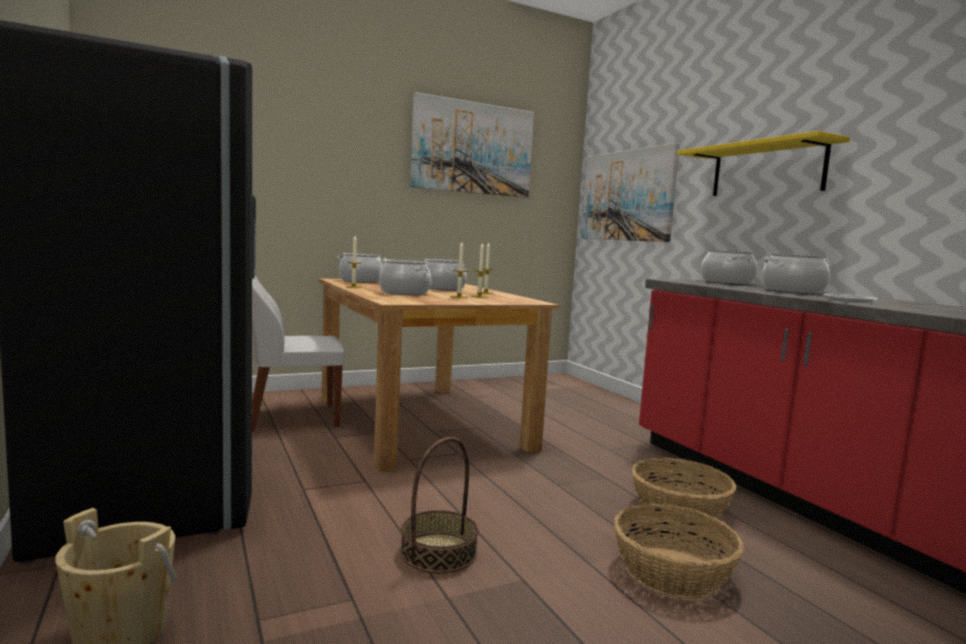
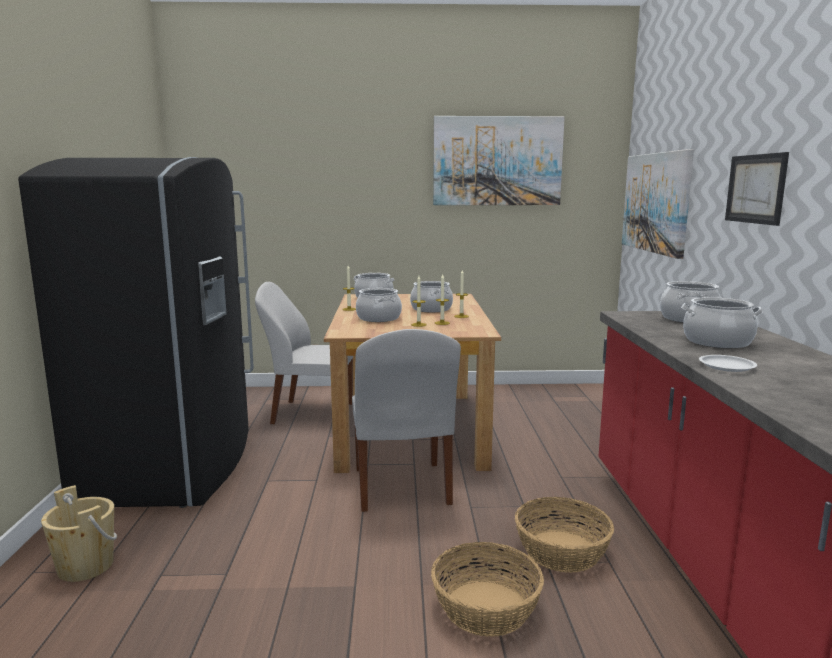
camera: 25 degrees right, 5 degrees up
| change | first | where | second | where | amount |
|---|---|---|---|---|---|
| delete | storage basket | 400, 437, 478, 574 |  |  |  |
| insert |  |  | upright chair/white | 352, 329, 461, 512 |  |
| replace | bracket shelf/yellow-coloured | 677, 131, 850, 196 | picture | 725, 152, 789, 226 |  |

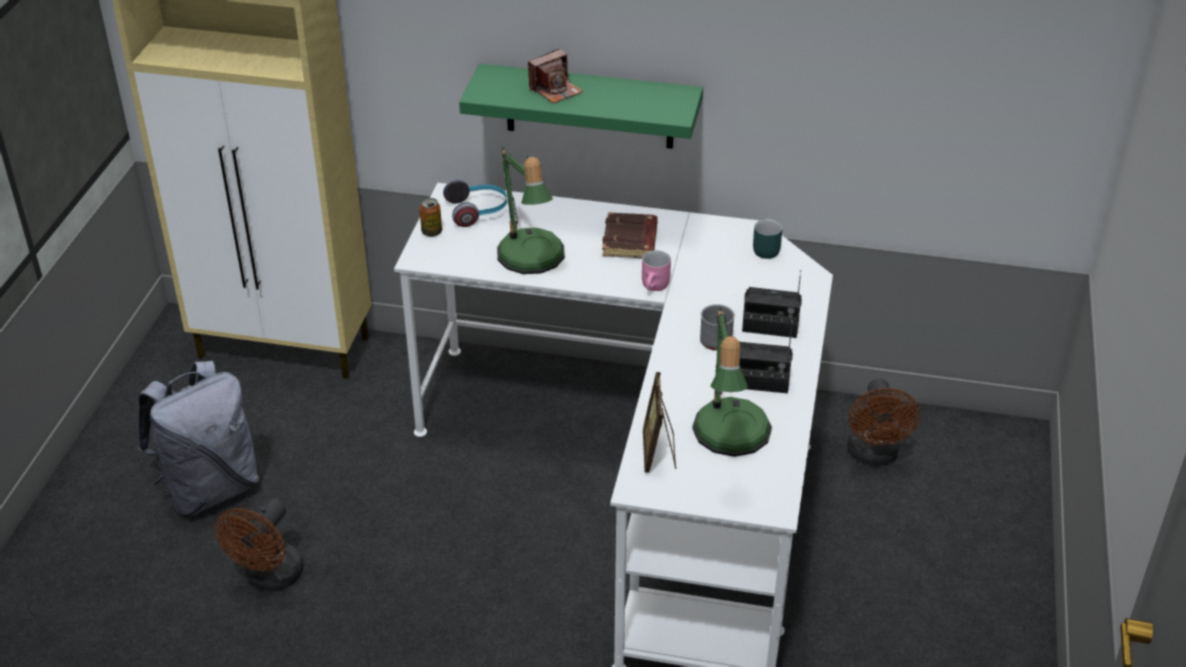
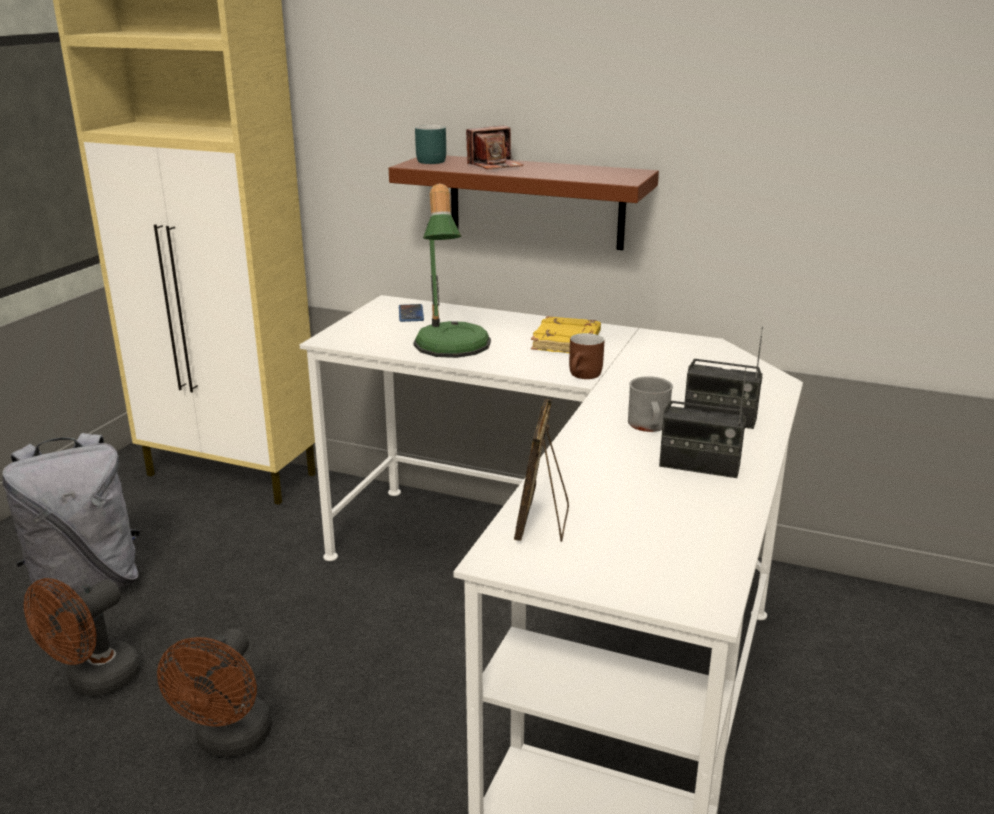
camera: 10 degrees right, 15 degrees down
| change | first | where | second | where | amount |
|---|---|---|---|---|---|
| delete | metal can | 419, 198, 442, 237 |  |  |  |
| delete | tabletop lamp | 692, 307, 772, 457 |  |  |  |
| move | coffee mug/blue-green | 753, 219, 782, 259 |  | 415, 125, 446, 164 |  |
| move | electric fan/brown | 847, 379, 920, 465 |  | 157, 628, 272, 757 |  |
| replace | pair of headphones | 443, 180, 507, 227 | telephone | 399, 304, 424, 322 |  |
| recolor | bracket shelf/green | 459, 64, 703, 149 | bracket shelf/brown | 389, 156, 659, 250 |  |
| recolor | volume/brown | 602, 212, 658, 258 | volume/yellow-coloured | 531, 316, 601, 353 |  |
| recolor | coffee mug/pink-coloured | 642, 250, 671, 291 | coffee mug/brown | 569, 333, 604, 379 |  |

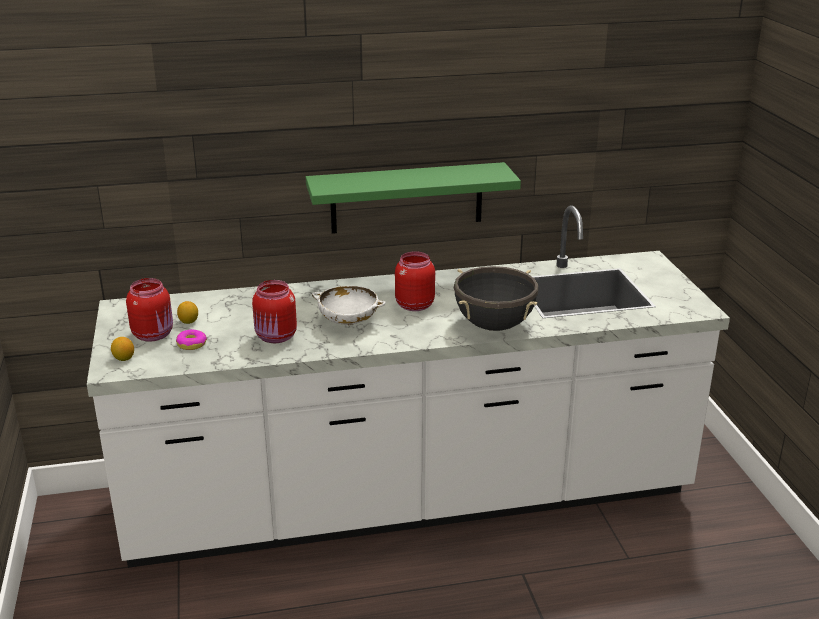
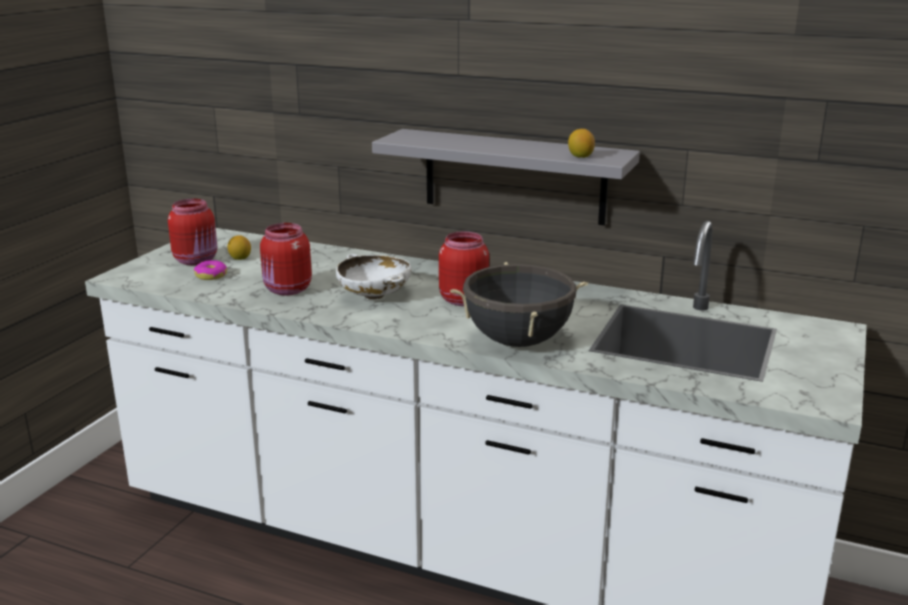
camera: 35 degrees right, 5 degrees down
| change | first | where | second | where | amount |
|---|---|---|---|---|---|
| move | citrus fruit | 111, 337, 134, 361 |  | 568, 129, 595, 158 |  |
| recolor | bracket shelf/green | 306, 162, 521, 234 | bracket shelf/gray | 372, 129, 640, 226 |  |

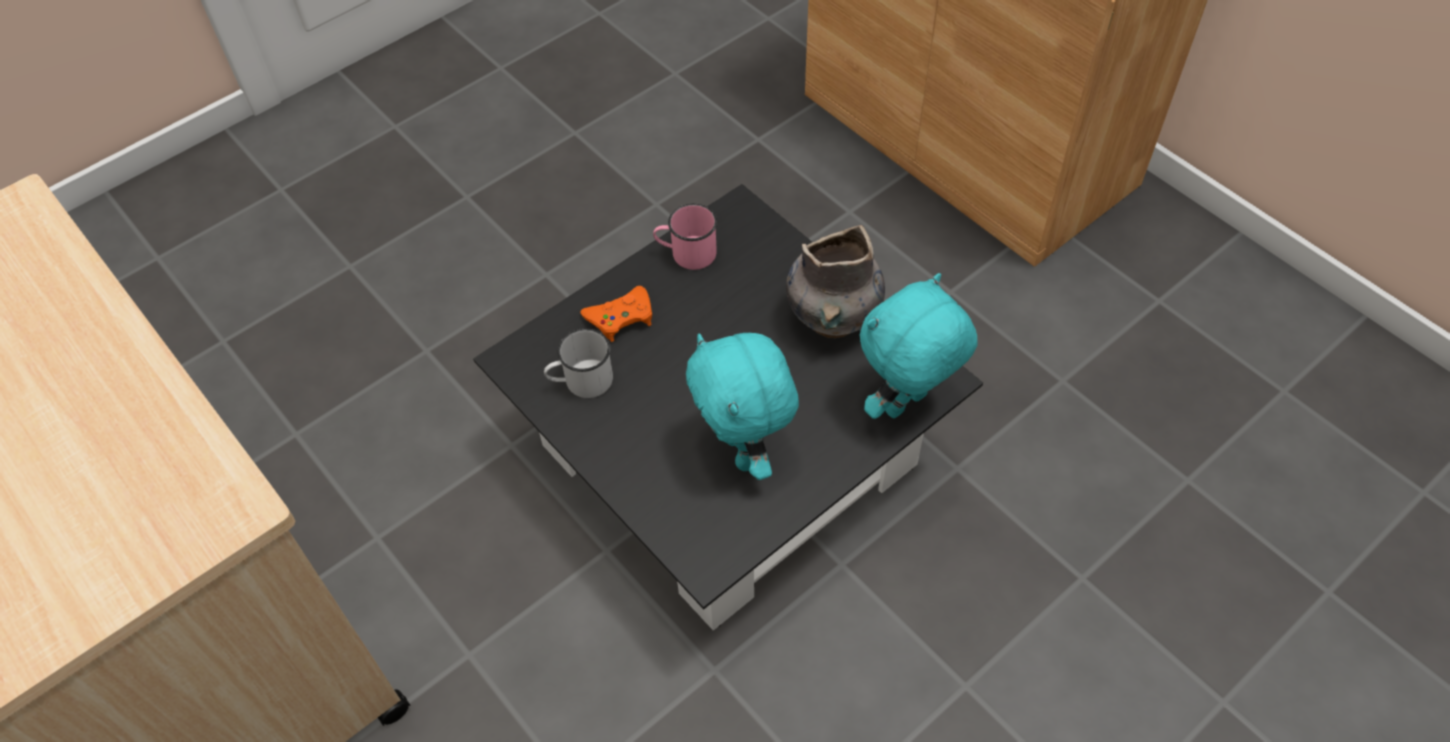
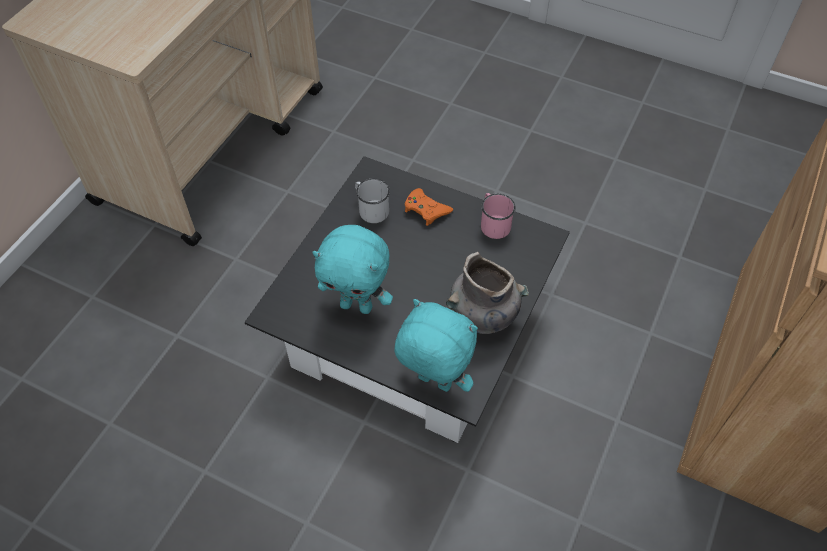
camera: 65 degrees right, 0 degrees up
| change | first | where | second | where | amount |
|---|---|---|---|---|---|
| rotate | plush toy/blue-green | 686, 333, 799, 480 |  | 312, 225, 393, 314 | 120 degrees counterclockwise |

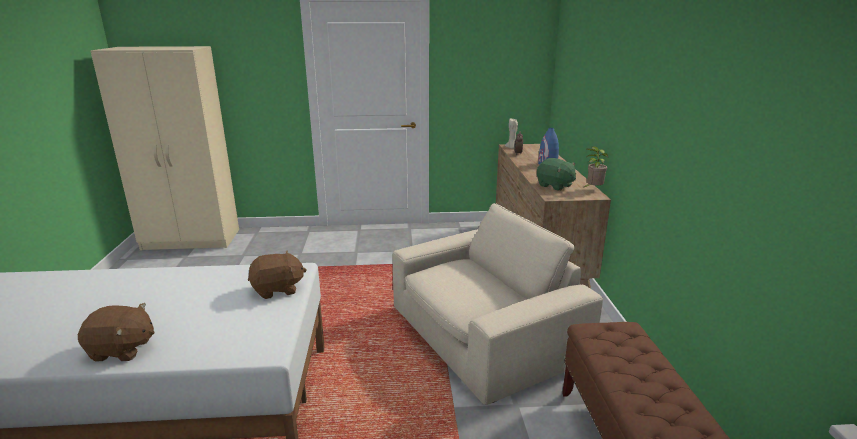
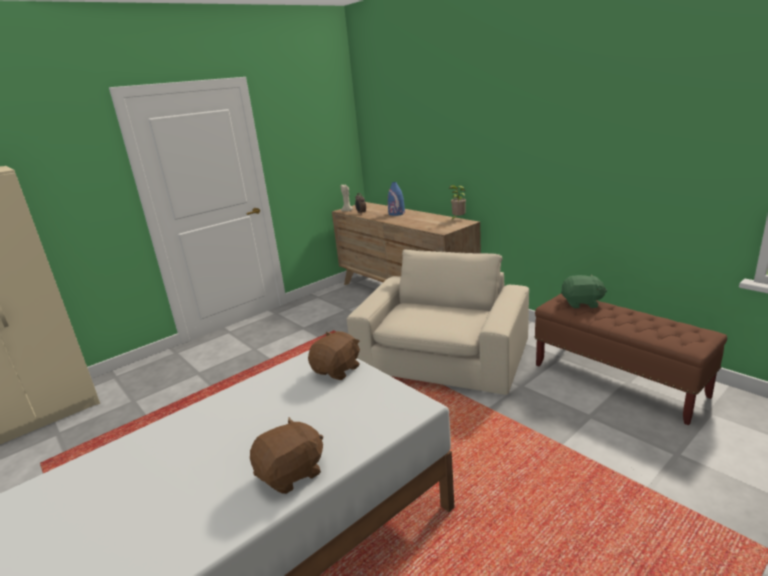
camera: 35 degrees left, 0 degrees up
| change | first | where | second | where | amount |
|---|---|---|---|---|---|
| move | plush toy/green | 537, 158, 576, 191 |  | 561, 274, 607, 308 |  |

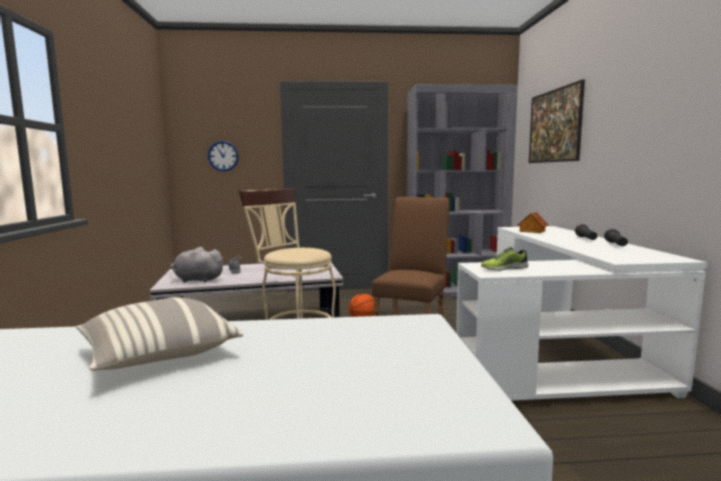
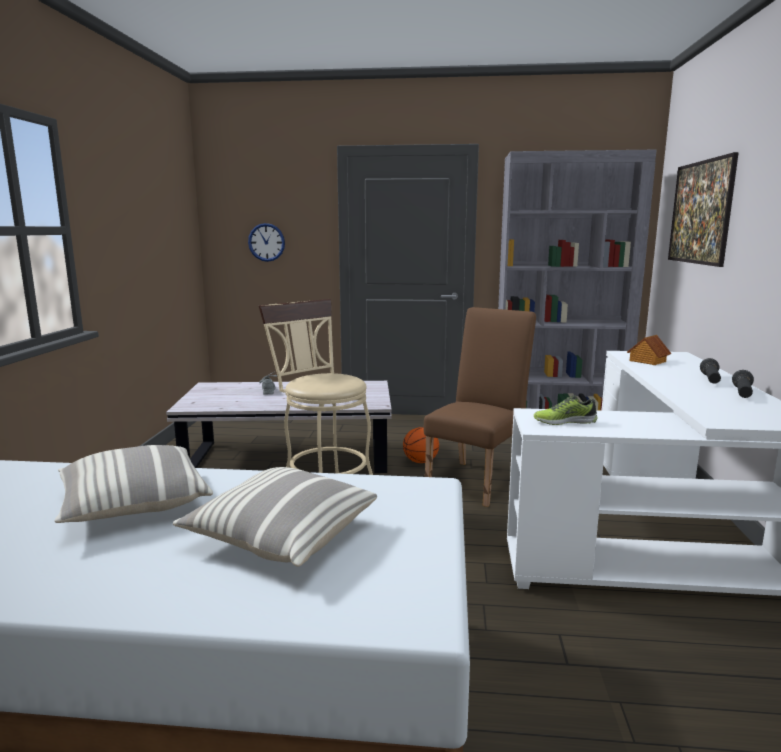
camera: 10 degrees right, 5 degrees up
| change | first | where | second | where | amount |
|---|---|---|---|---|---|
| delete | plush toy/gray | 170, 247, 225, 283 |  |  |  |
| insert |  |  | pillow | 173, 467, 377, 567 |  |

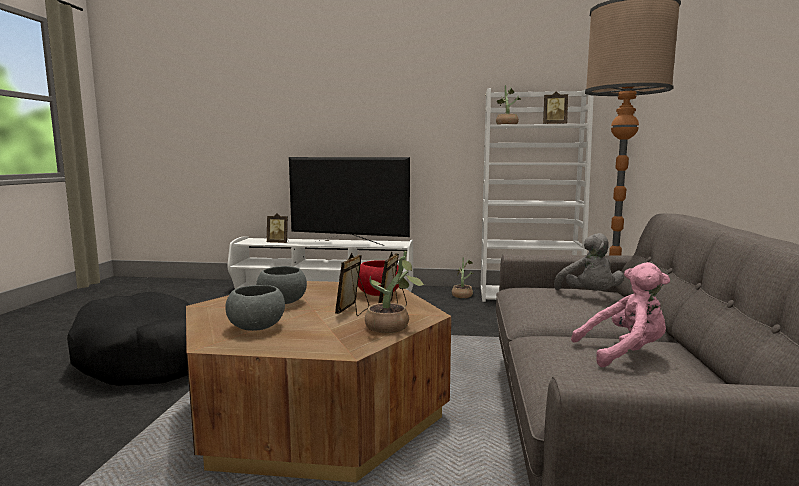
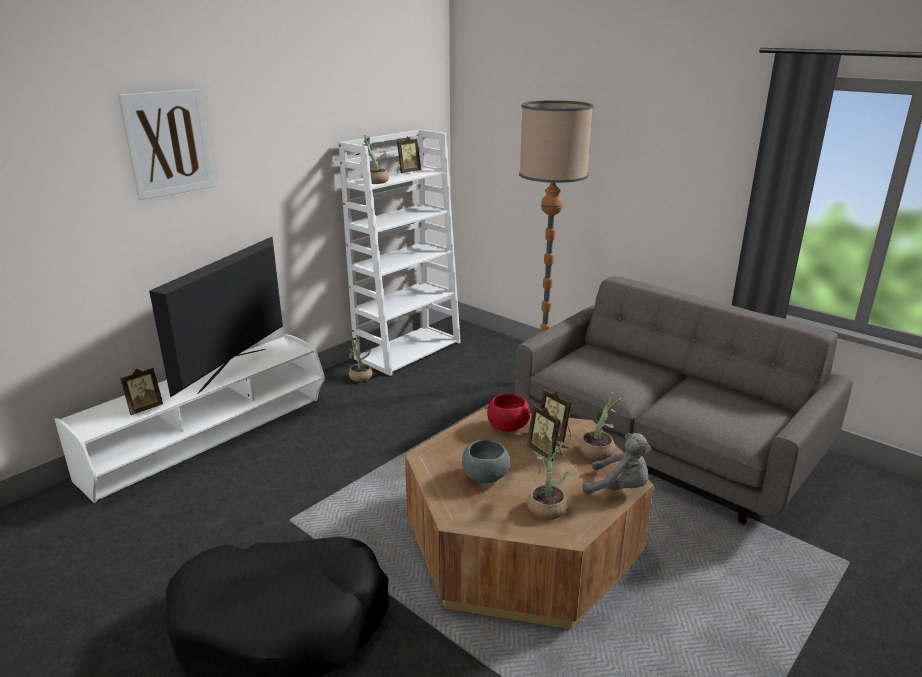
camera: 55 degrees left, 15 degrees up
| change | first | where | second | where | amount |
|---|---|---|---|---|---|
| delete | plush toy/pink-coloured | 571, 262, 670, 367 |  |  |  |
| insert |  |  | picture | 118, 89, 215, 200 |  |
| move | plush toy/gray | 554, 233, 624, 291 |  | 583, 433, 651, 494 |  |
| replace | deep dish/gray | 225, 285, 285, 331 | plant in a pot | 527, 440, 573, 520 |  |
| rotate | TV | 289, 157, 410, 246 |  | 149, 237, 283, 398 | 150 degrees clockwise |

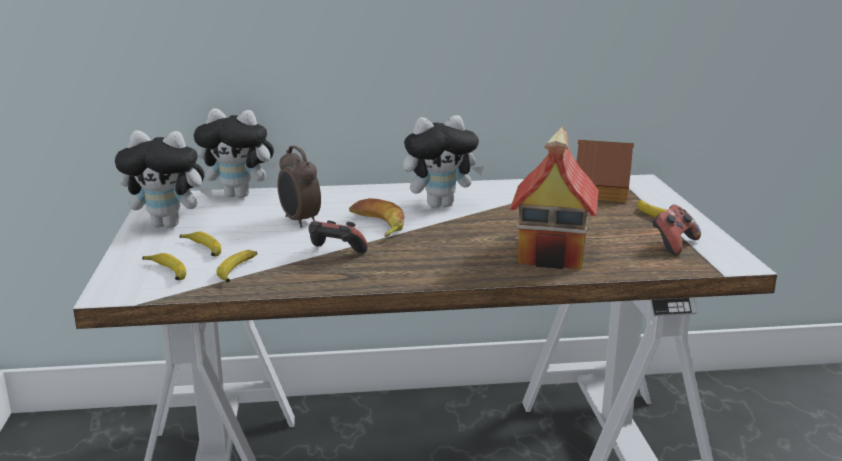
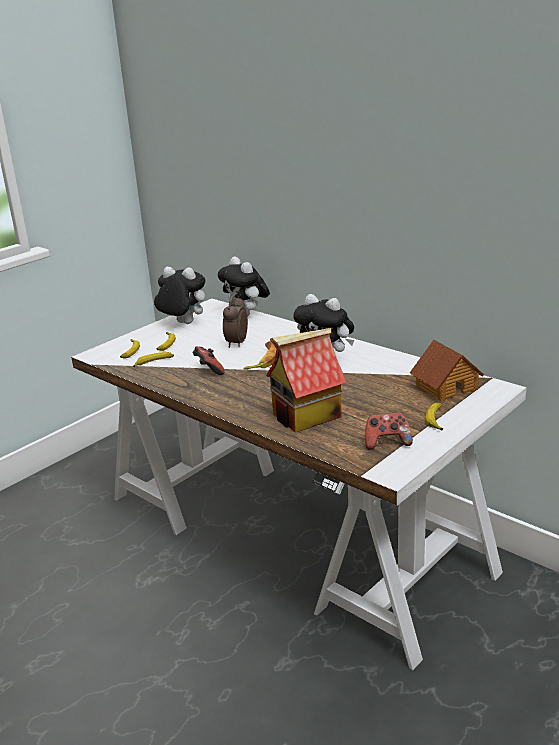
camera: 50 degrees right, 5 degrees up
| change | first | where | second | where | amount |
|---|---|---|---|---|---|
| rotate | plush toy | 115, 131, 212, 228 |  | 154, 267, 205, 324 | 150 degrees clockwise |

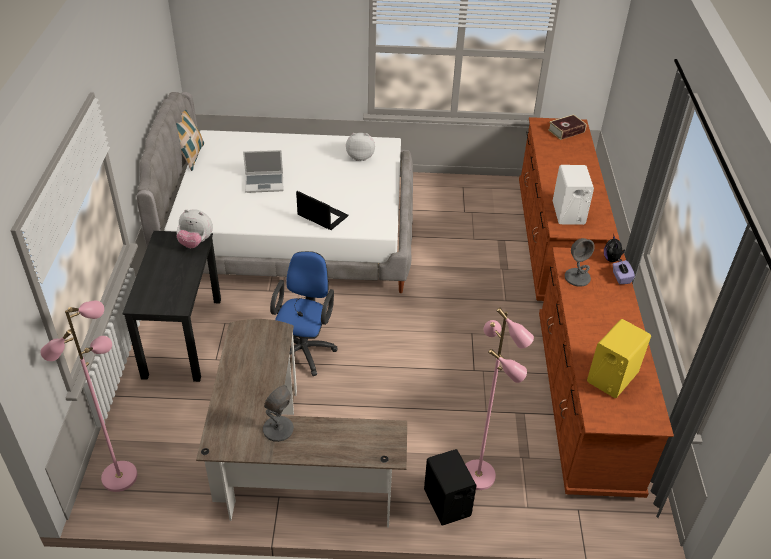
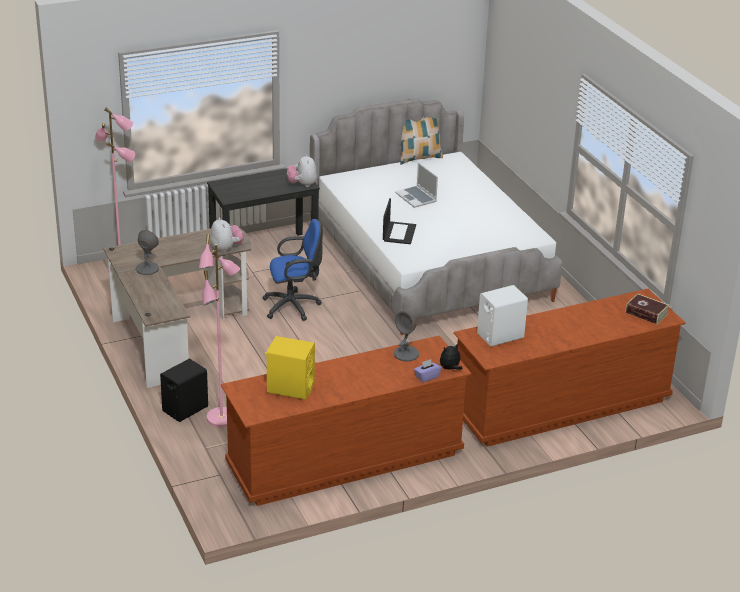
camera: 65 degrees right, 10 degrees down
| change | first | where | second | where | amount |
|---|---|---|---|---|---|
| move | plush toy | 346, 133, 375, 161 |  | 211, 217, 244, 252 |  |

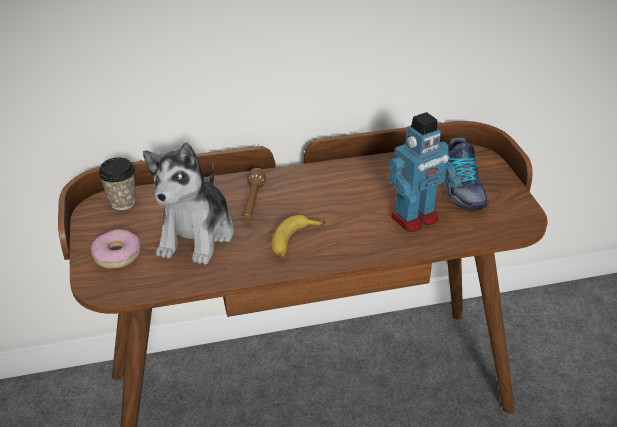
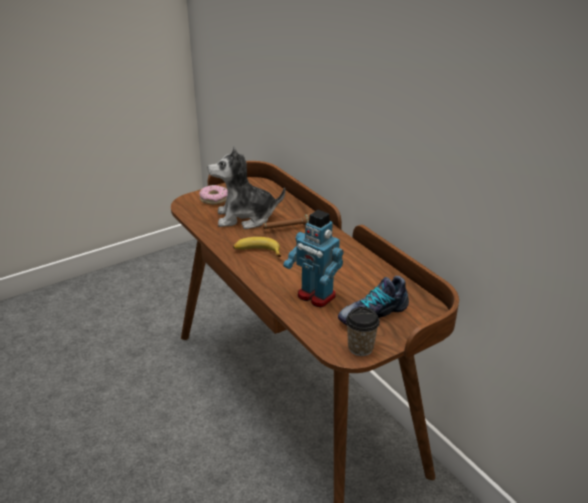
camera: 70 degrees right, 5 degrees down
| change | first | where | second | where | amount |
|---|---|---|---|---|---|
| move | drinking cup | 99, 157, 136, 210 |  | 346, 307, 380, 356 |  |

